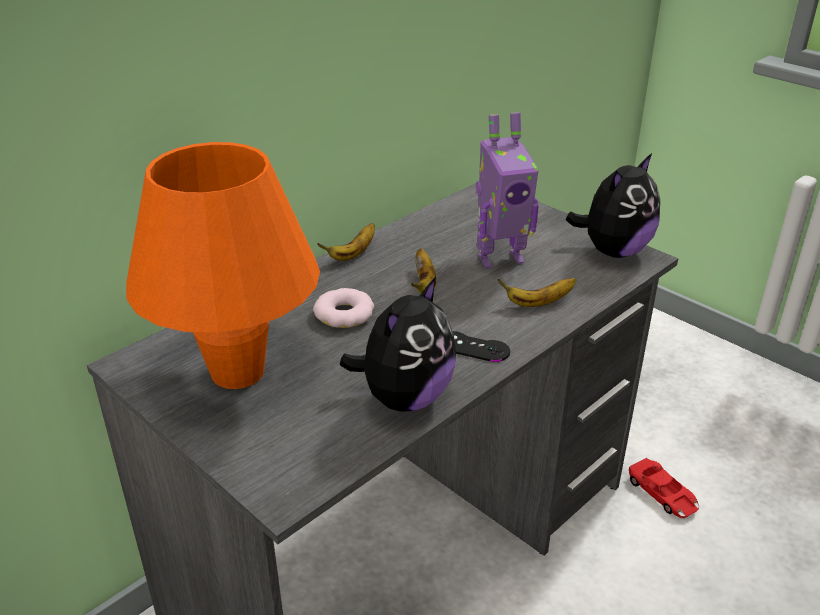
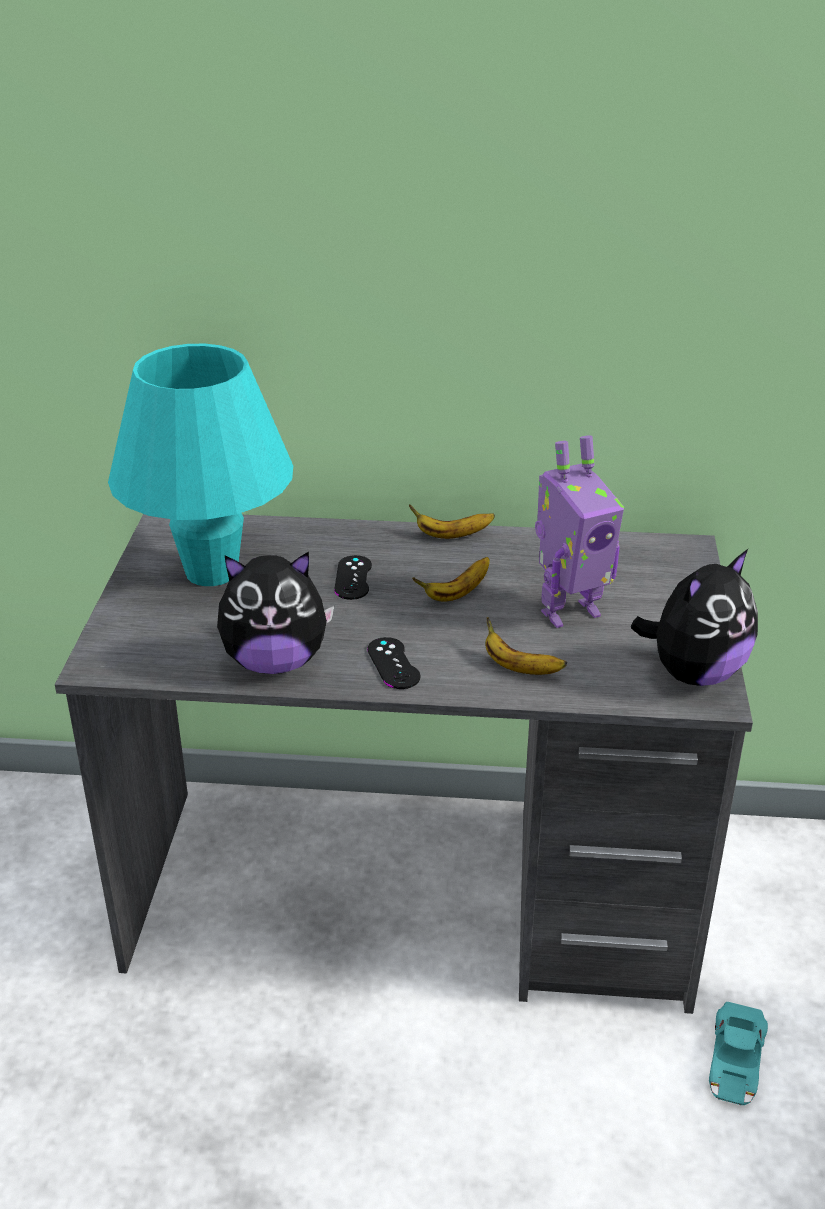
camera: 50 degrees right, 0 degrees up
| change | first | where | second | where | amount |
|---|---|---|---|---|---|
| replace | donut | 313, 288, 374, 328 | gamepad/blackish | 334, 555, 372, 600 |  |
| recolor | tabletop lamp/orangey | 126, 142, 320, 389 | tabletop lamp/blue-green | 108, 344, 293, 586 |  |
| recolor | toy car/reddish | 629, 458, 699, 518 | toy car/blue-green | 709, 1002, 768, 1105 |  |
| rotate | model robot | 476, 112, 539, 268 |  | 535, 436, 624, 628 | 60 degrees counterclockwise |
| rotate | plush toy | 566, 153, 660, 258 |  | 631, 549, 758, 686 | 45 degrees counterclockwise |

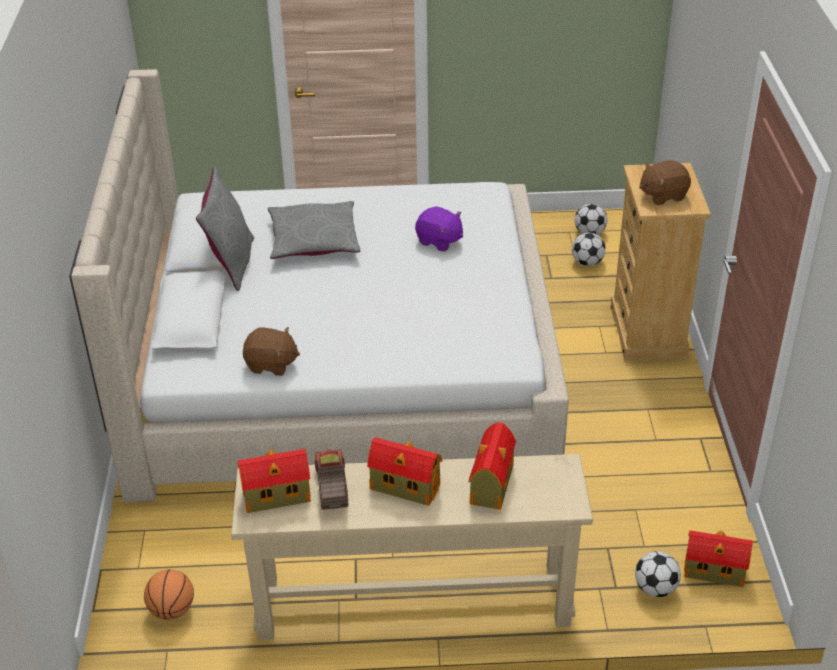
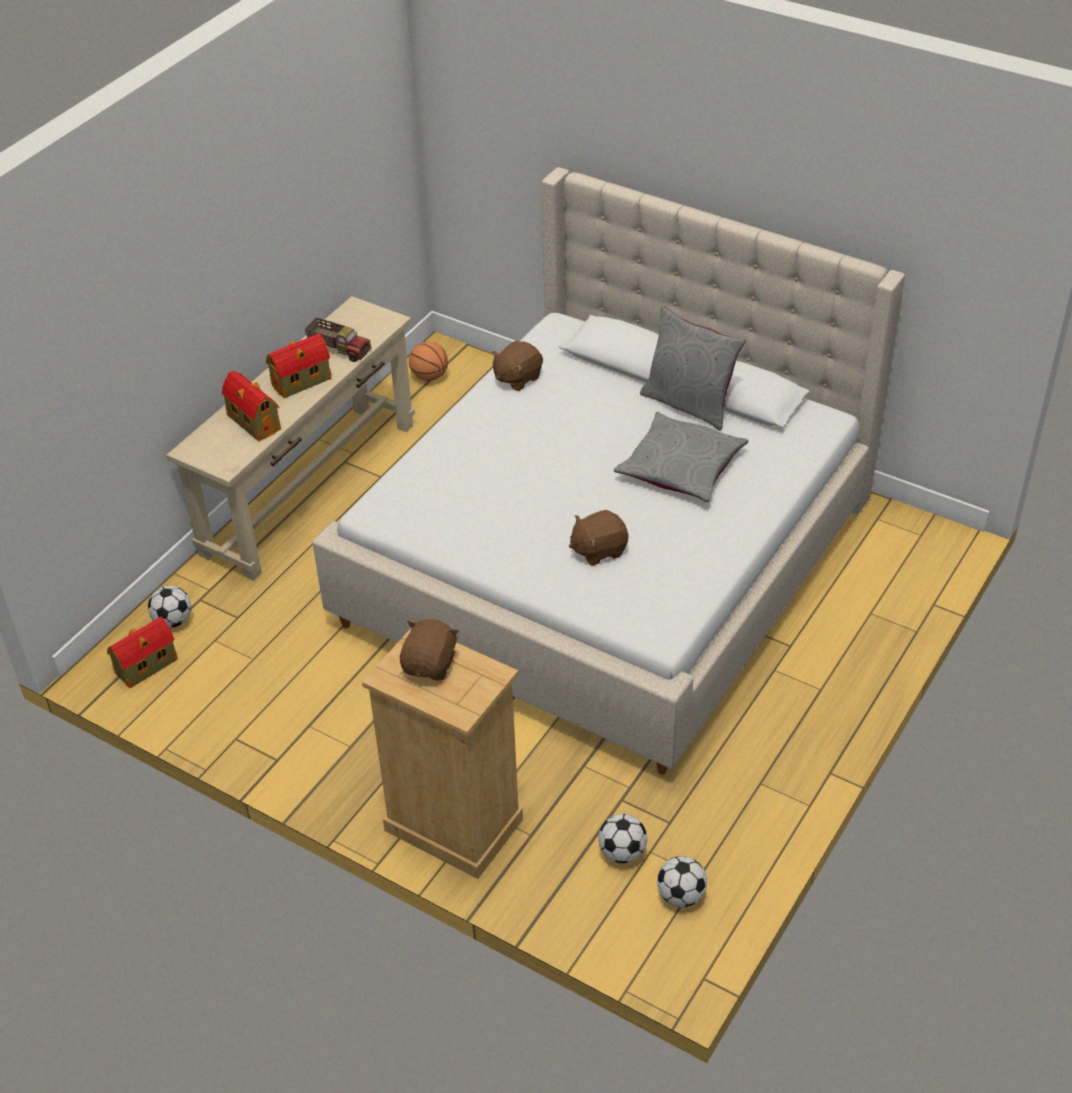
camera: 125 degrees right, 5 degrees up
| change | first | where | second | where | amount |
|---|---|---|---|---|---|
| delete | miniature house | 238, 449, 311, 513 |  |  |  |
| recolor | plush toy/purplish | 415, 206, 463, 252 | plush toy/brown | 569, 510, 628, 566 |  |

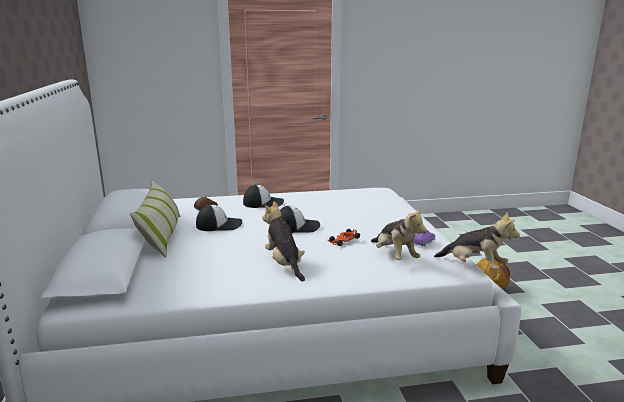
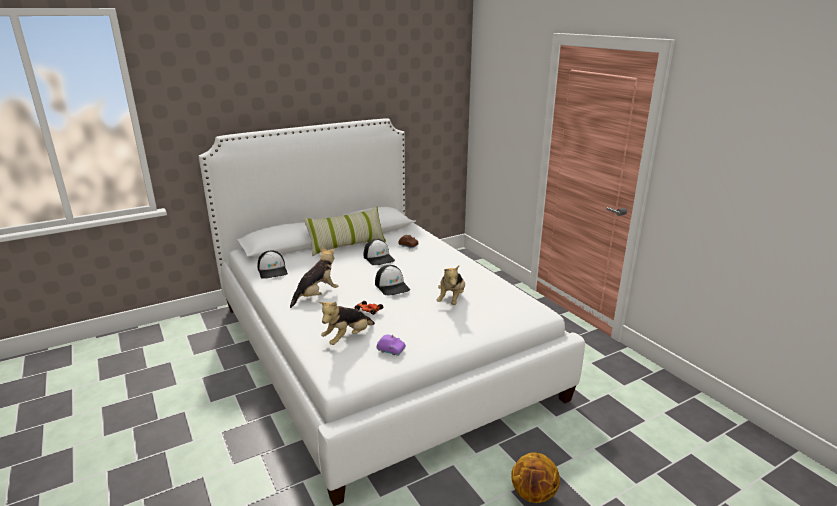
camera: 70 degrees right, 5 degrees up
| change | first | where | second | where | amount |
|---|---|---|---|---|---|
| move | cap | 243, 185, 284, 208 |  | 257, 250, 288, 279 |  |
| move | plush toy | 434, 212, 520, 270 |  | 437, 266, 465, 305 |  |

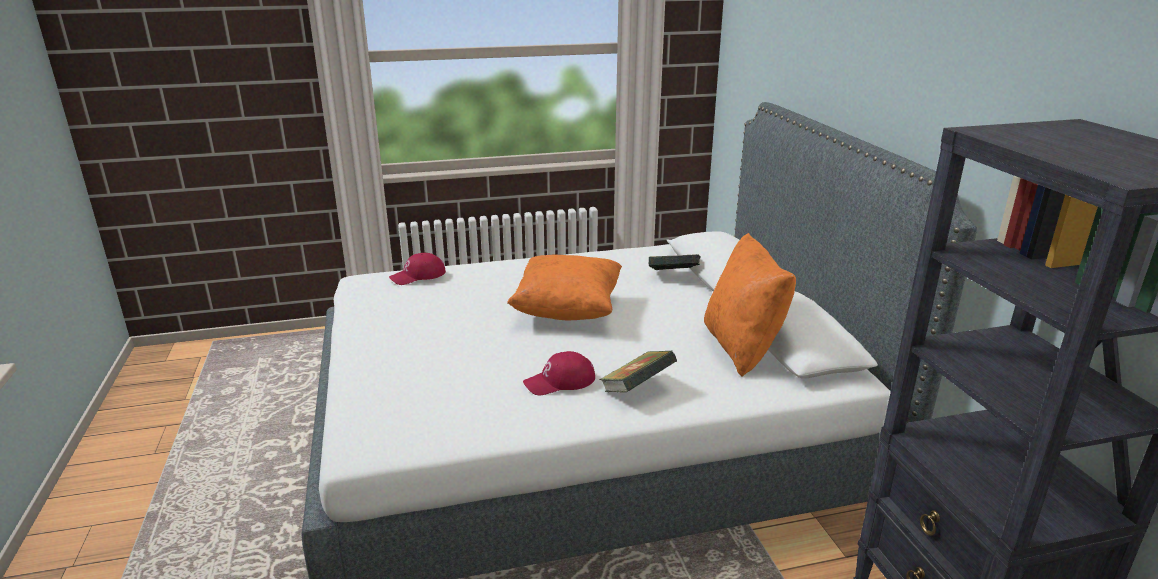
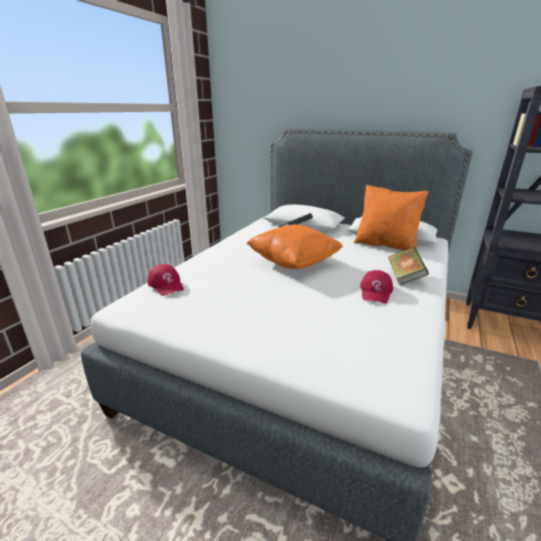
camera: 50 degrees left, 0 degrees up
| change | first | where | second | where | amount |
|---|---|---|---|---|---|
| rotate | cap/reddish | 389, 253, 446, 285 |  | 147, 264, 184, 296 | 45 degrees counterclockwise |

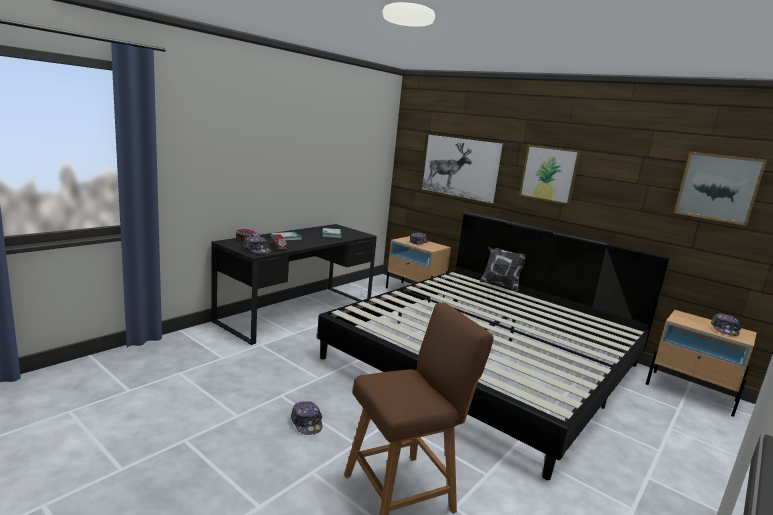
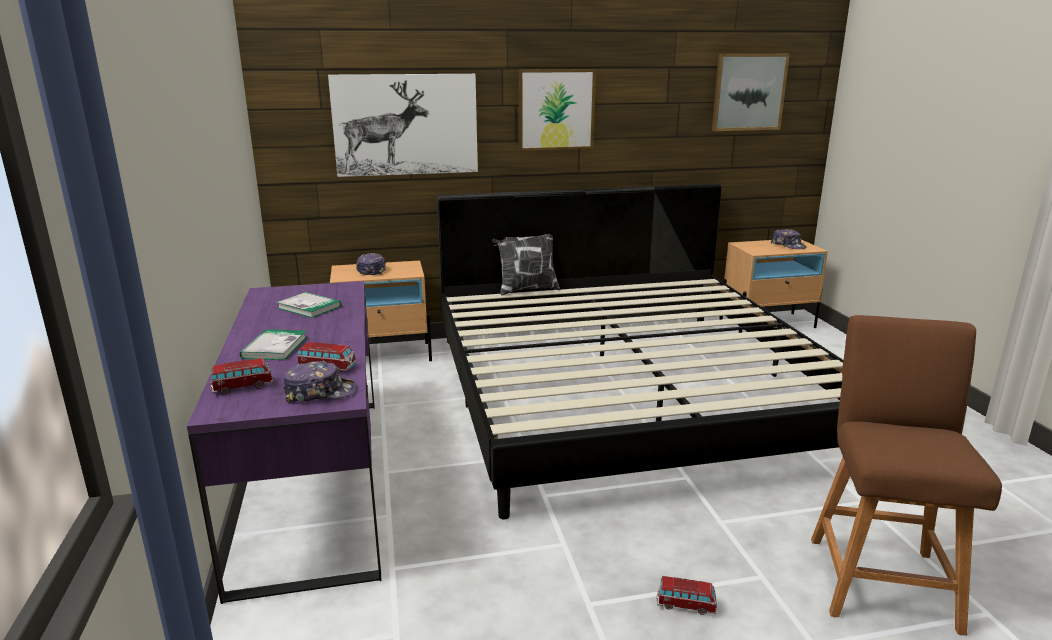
camera: 50 degrees left, 5 degrees up
| change | first | where | second | where | amount |
|---|---|---|---|---|---|
| replace | cap | 291, 401, 323, 435 | toy car | 657, 576, 717, 615 |  |
| recolor | desk/blackish | 211, 224, 377, 345 | desk/purplish | 187, 281, 381, 604 |  |

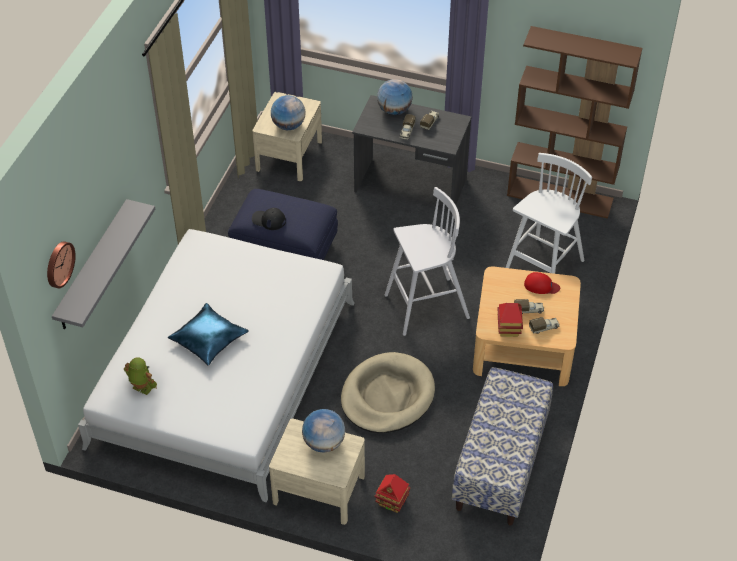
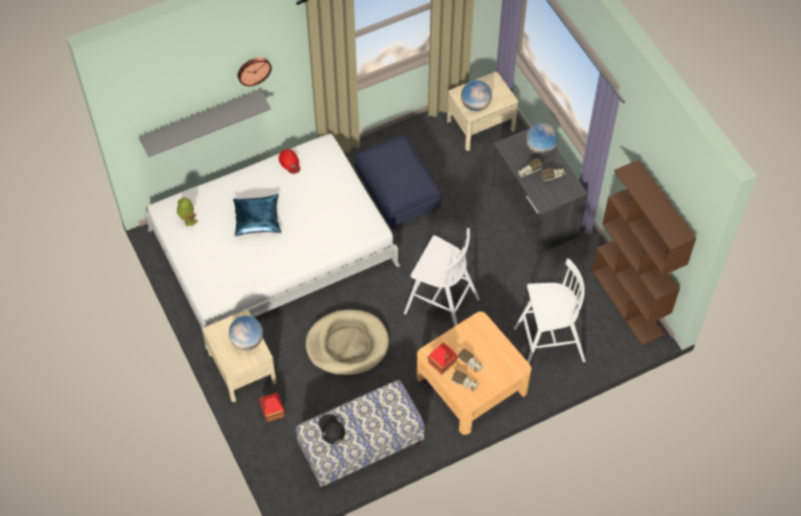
camera: 45 degrees right, 10 degrees up
| change | first | where | second | where | amount |
|---|---|---|---|---|---|
| move | hanging clock | 47, 241, 76, 288 |  | 238, 58, 272, 86 |  |
| move | cap/blackish | 252, 208, 286, 230 |  | 318, 414, 345, 444 |  |
| move | cap/reddish | 524, 272, 560, 294 |  | 279, 149, 300, 174 |  |

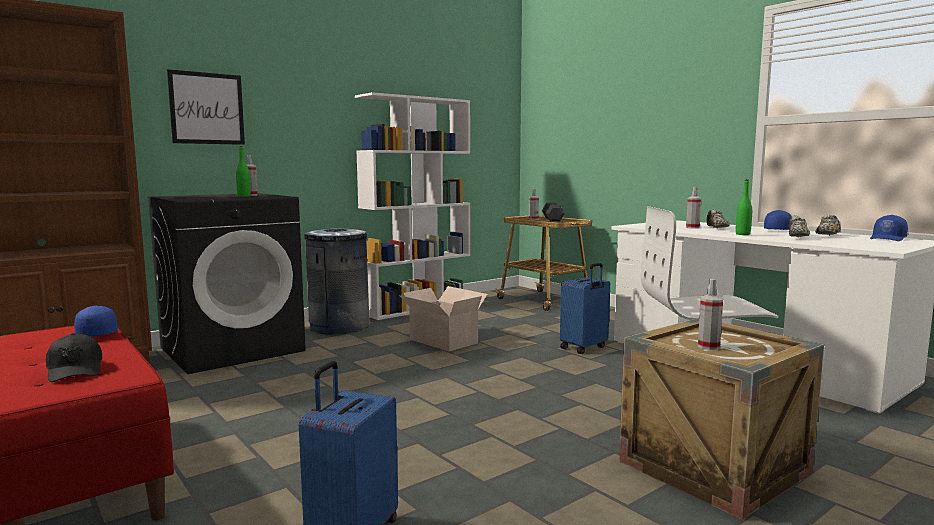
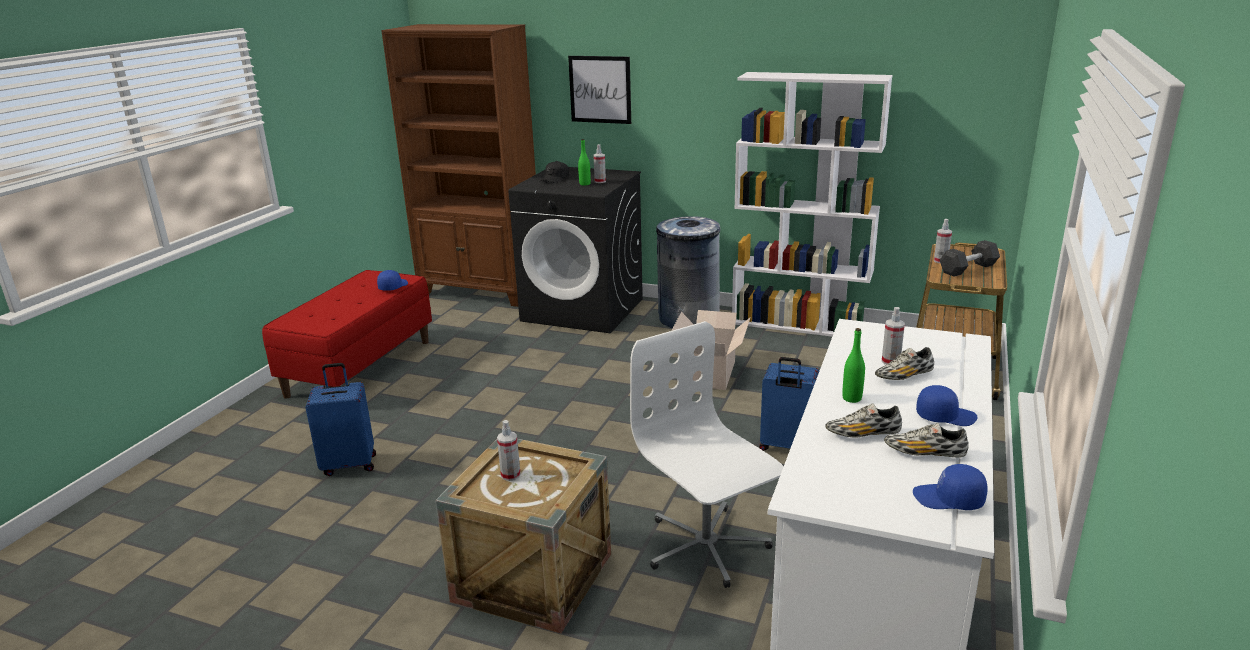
camera: 60 degrees right, 15 degrees up
| change | first | where | second | where | amount |
|---|---|---|---|---|---|
| move | cap/blackish | 46, 333, 102, 382 |  | 540, 161, 569, 183 |  |

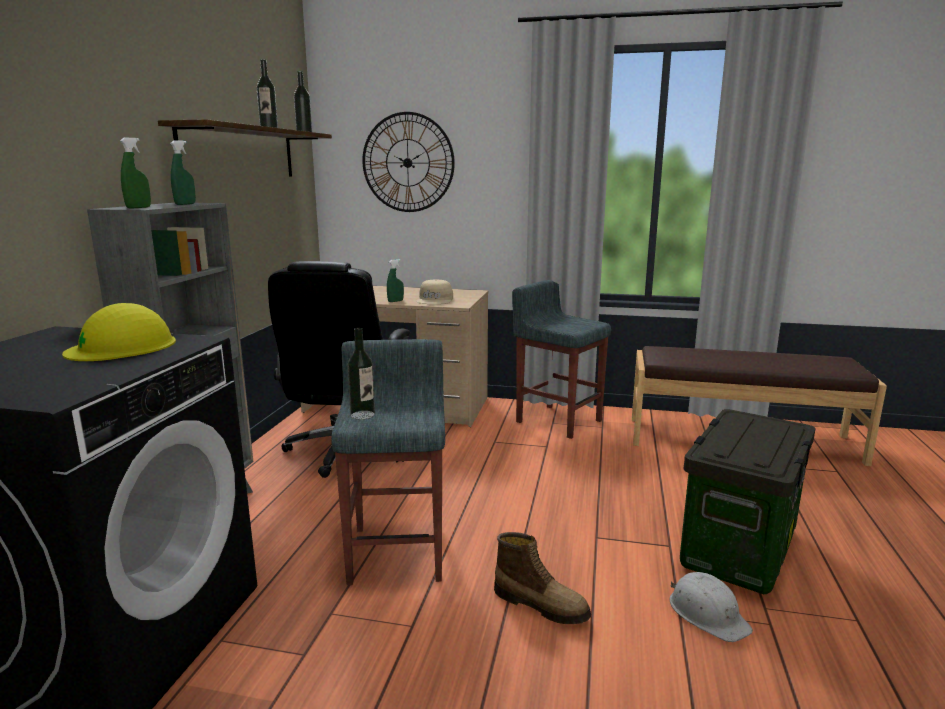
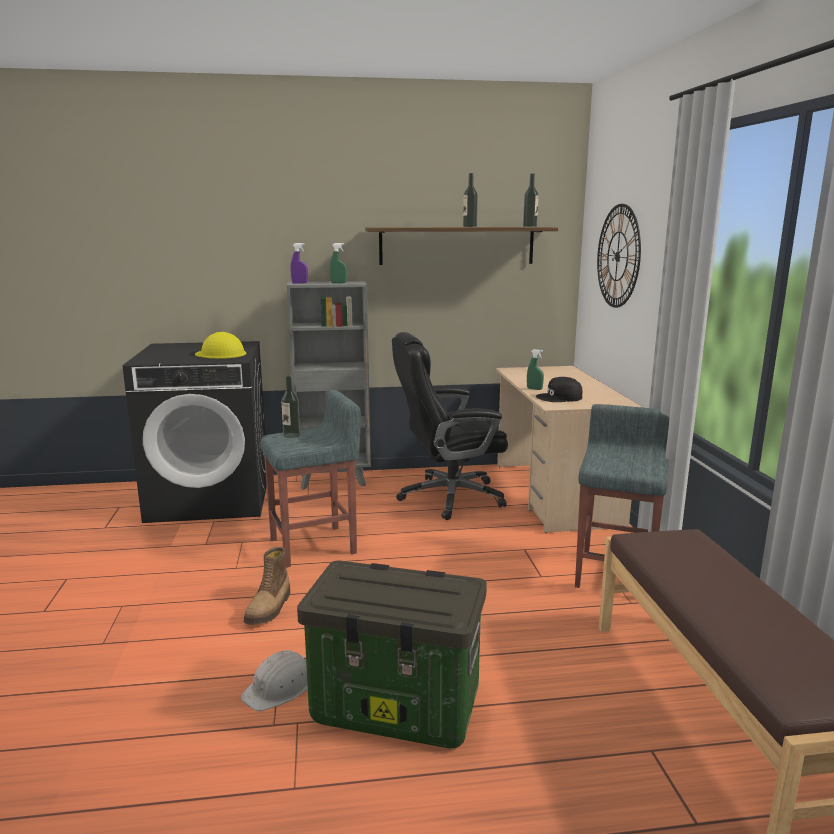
camera: 70 degrees right, 0 degrees up
| change | first | where | second | where | amount |
|---|---|---|---|---|---|
| recolor | hand sprayer/green | 120, 138, 151, 209 | hand sprayer/purplish | 291, 243, 308, 284 |  |
| recolor | cap/sand-coloured | 416, 279, 453, 304 | cap/blackish | 536, 377, 582, 402 |  |

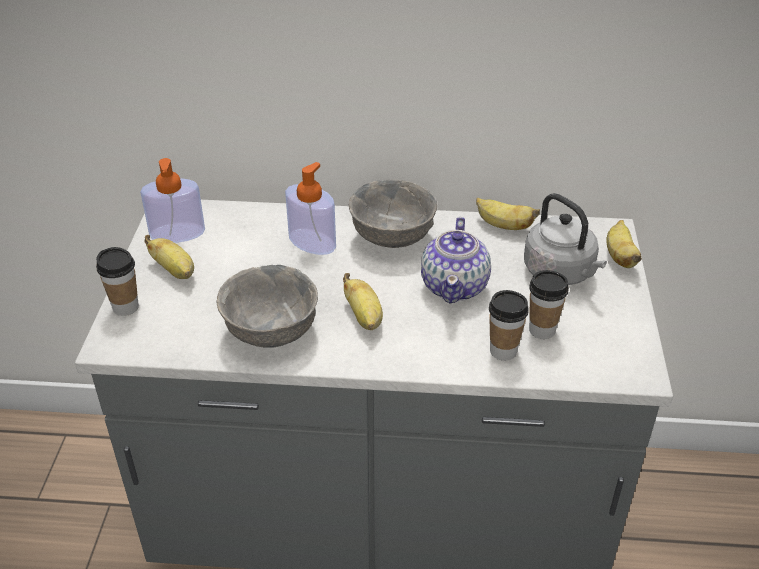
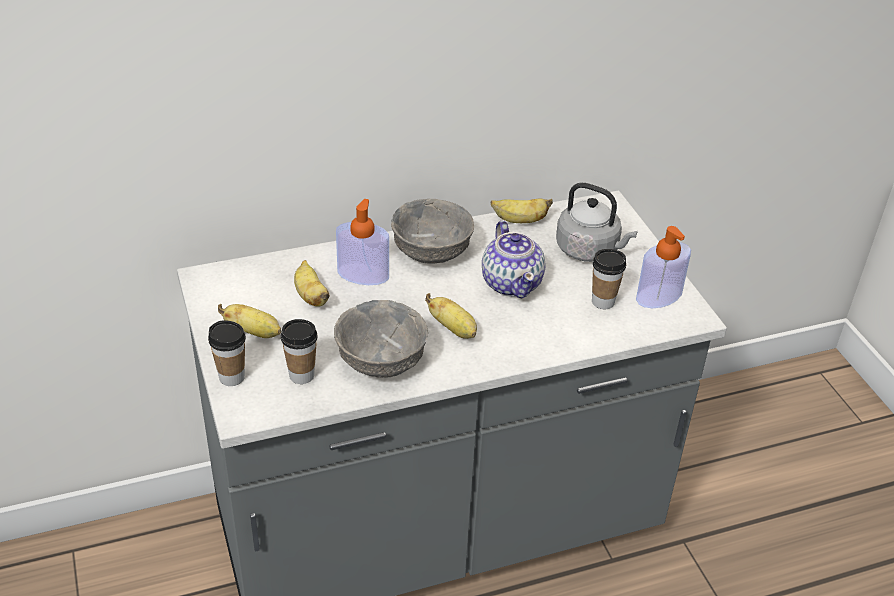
camera: 25 degrees left, 0 degrees up
| change | first | where | second | where | amount |
|---|---|---|---|---|---|
| move | soap bottle | 140, 158, 205, 243 |  | 636, 226, 691, 308 |  |
| move | drinking cup | 489, 290, 529, 361 |  | 281, 319, 318, 384 |  |
| move | banana fruit | 606, 220, 642, 268 |  | 294, 260, 330, 307 |  |

